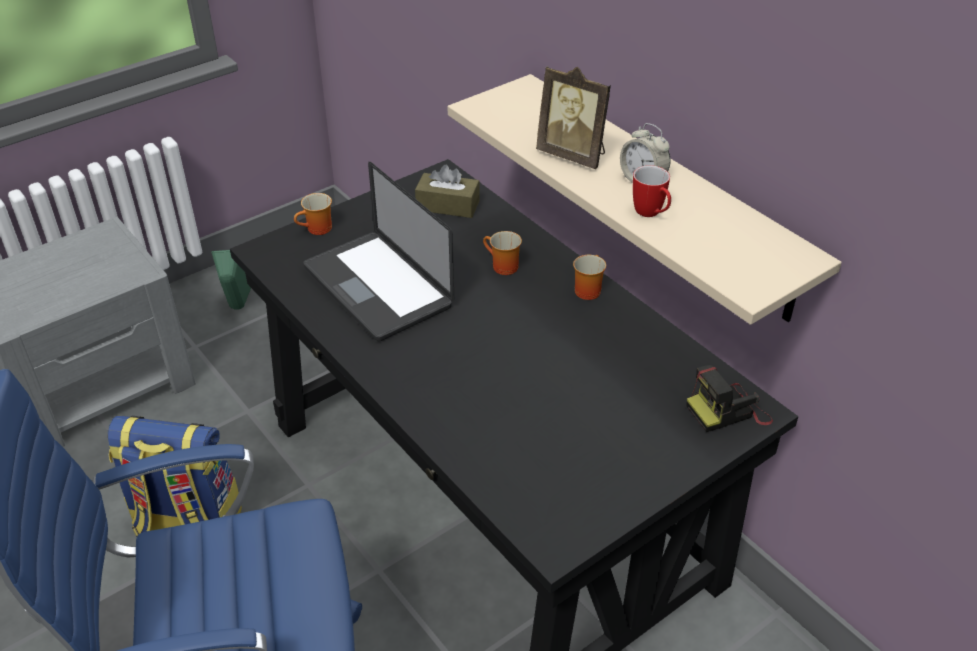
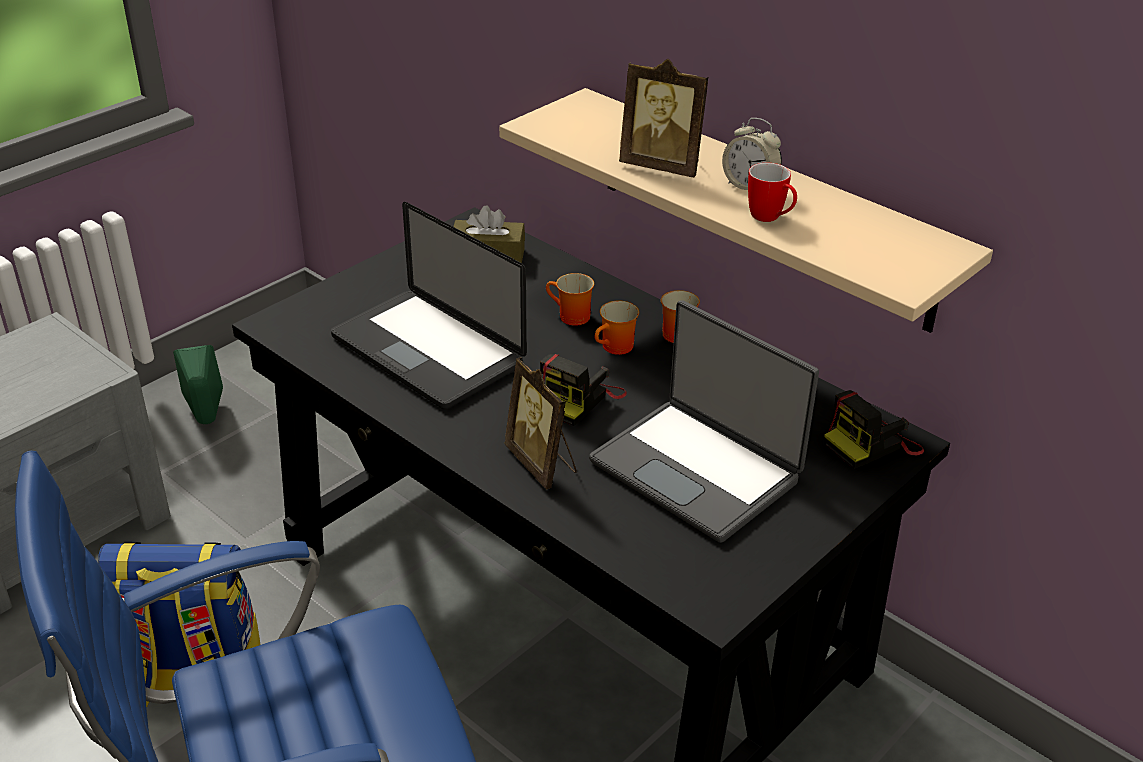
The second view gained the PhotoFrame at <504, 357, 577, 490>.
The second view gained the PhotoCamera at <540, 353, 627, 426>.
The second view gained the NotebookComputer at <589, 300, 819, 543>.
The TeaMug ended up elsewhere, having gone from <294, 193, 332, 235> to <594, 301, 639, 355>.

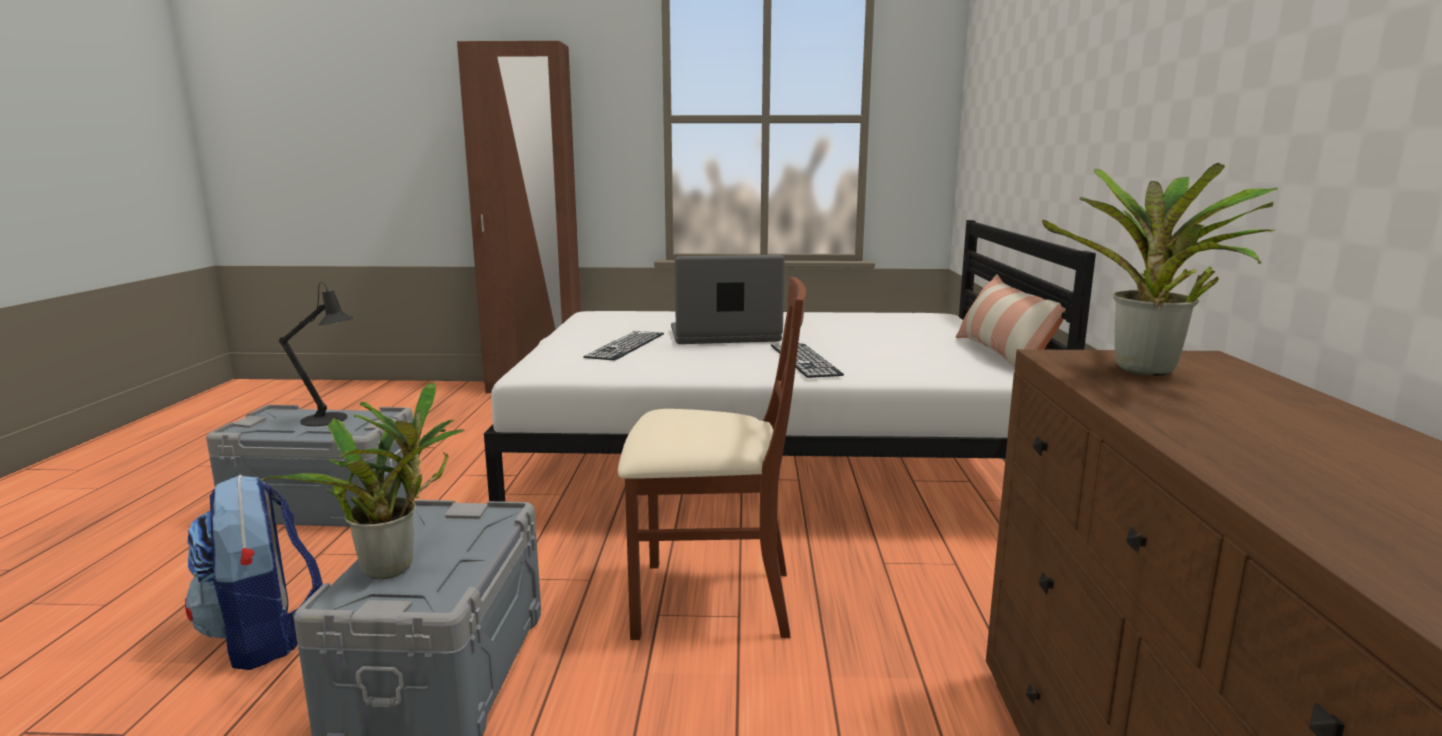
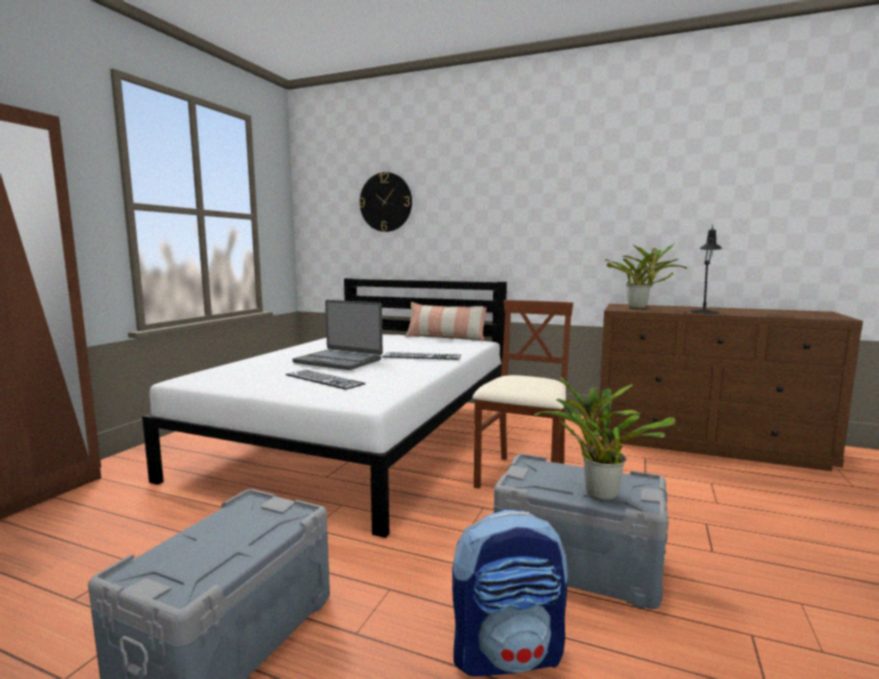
The NotebookComputer at <671, 255, 784, 344> ended up facing another way, 75 degrees counterclockwise from before.
The second view gained the HangingClock at <359, 172, 412, 232>.
The BlackishTableLamp ended up elsewhere, having gone from <279, 282, 354, 426> to <689, 224, 722, 314>.

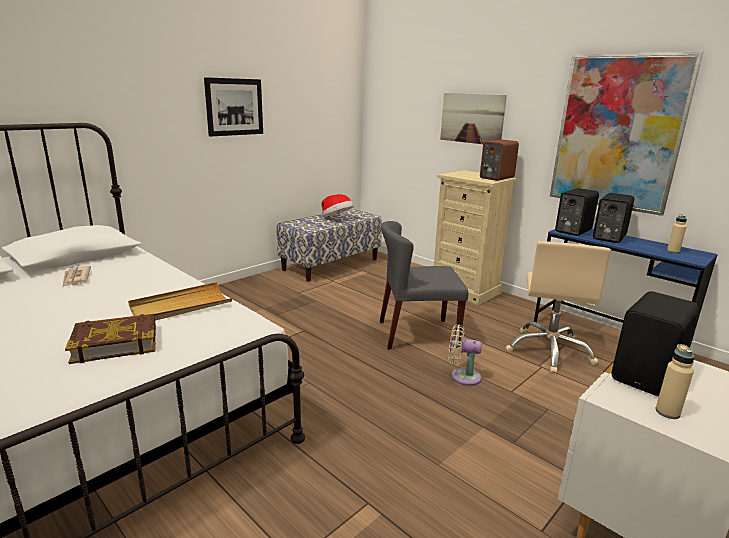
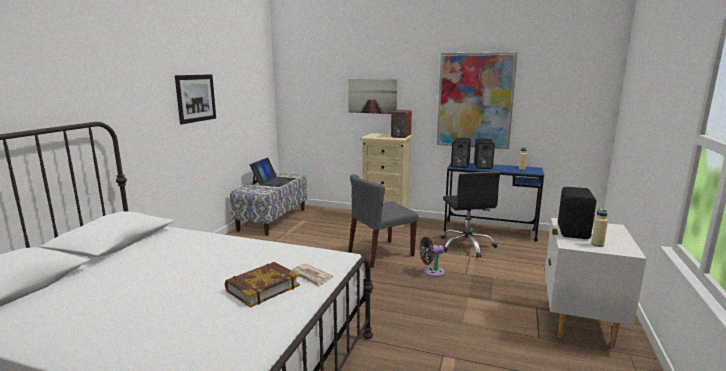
Where the WearableHat stood at <322, 194, 354, 217>, the NotebookComputer came to stand at <249, 158, 296, 187>.
The Newspaper ended up elsewhere, having gone from <62, 266, 91, 288> to <291, 263, 333, 287>.
What was the SandColouredElectricFan at <448, 324, 482, 386> turned into the BlackishElectricFan at <420, 237, 445, 277>.
What was the SandColouredDeskChair at <506, 241, 611, 373> turned into the BlackishDeskChair at <441, 171, 500, 258>.
The second view lost the SandColouredTray at <128, 282, 232, 321>.

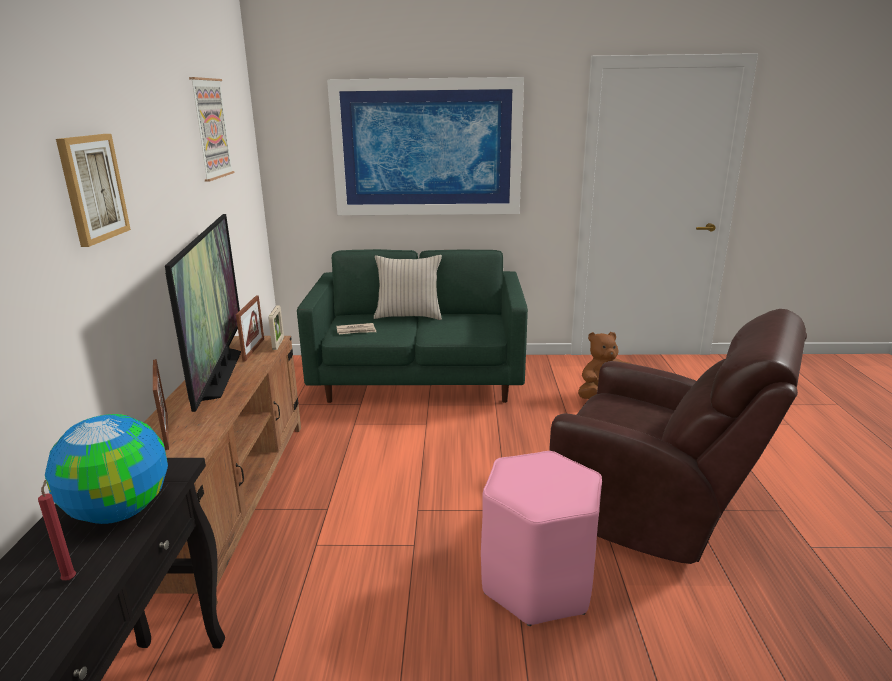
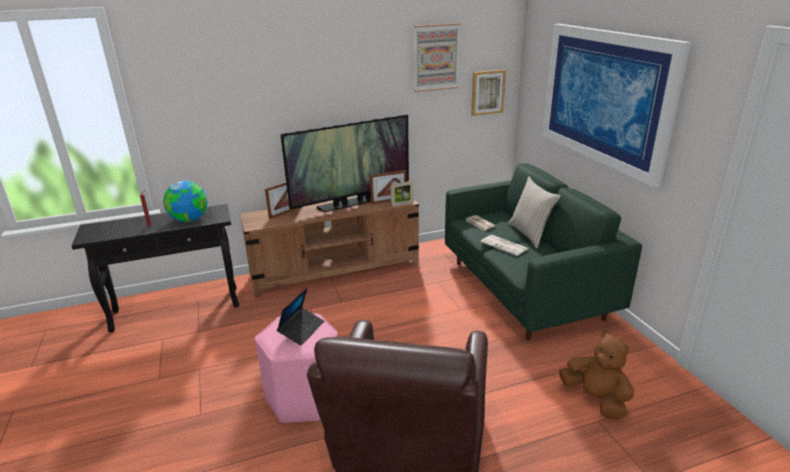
The second view gained the NotebookComputer at <277, 288, 324, 346>.
The WallArt ended up elsewhere, having gone from <56, 134, 131, 247> to <471, 69, 506, 116>.
The second view gained the Newspaper at <480, 235, 528, 256>.

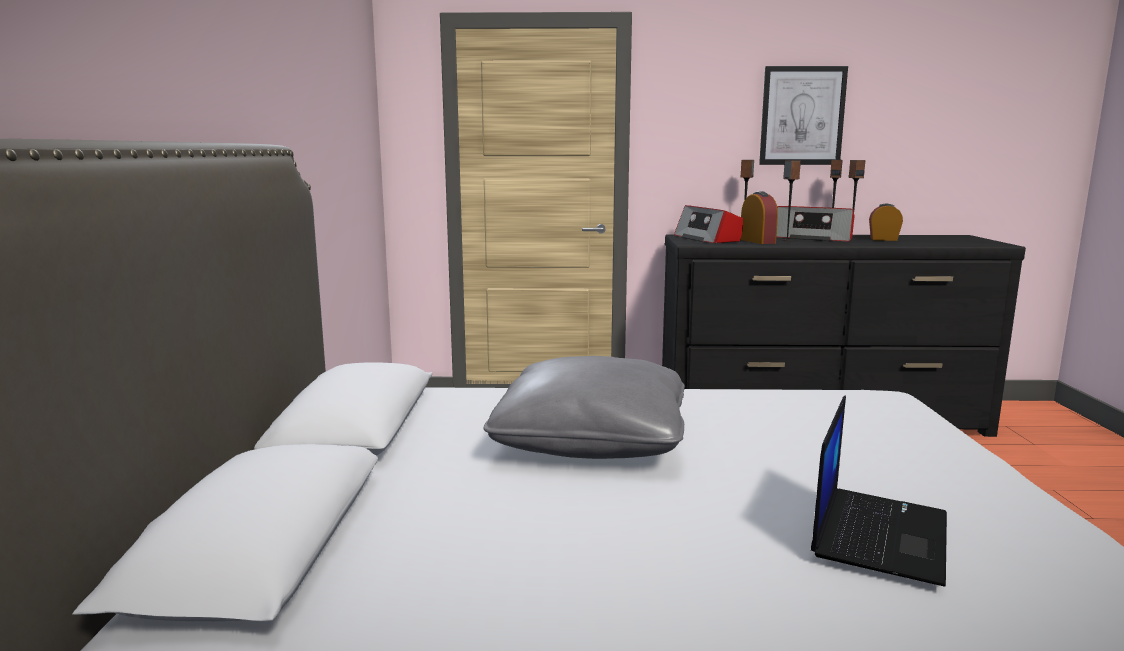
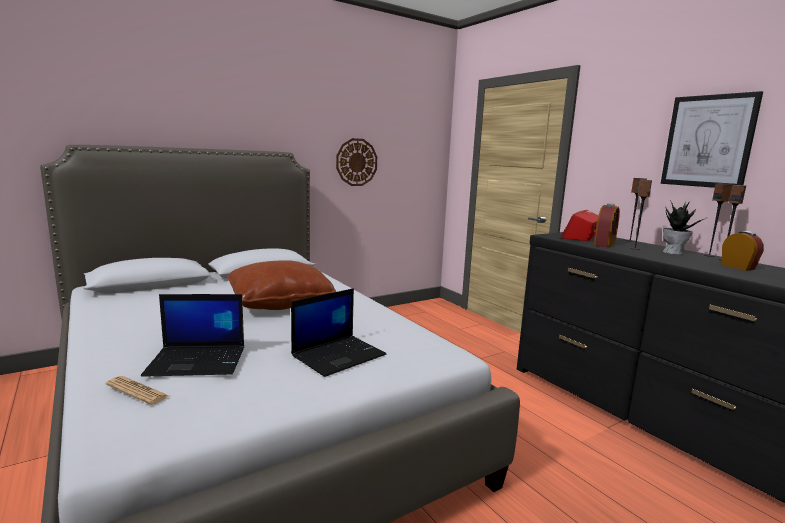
The second view gained the Newspaper at <106, 376, 169, 405>.
What was the GreyThrowPillow at <484, 356, 685, 459> turned into the BrownColouredThrowPillow at <227, 260, 336, 310>.
The second view gained the NotebookComputer at <291, 288, 386, 377>.
The second view gained the HangingClock at <336, 138, 377, 186>.
Where the Radio stood at <776, 206, 854, 242>, the PottedPlant came to stand at <662, 200, 706, 255>.

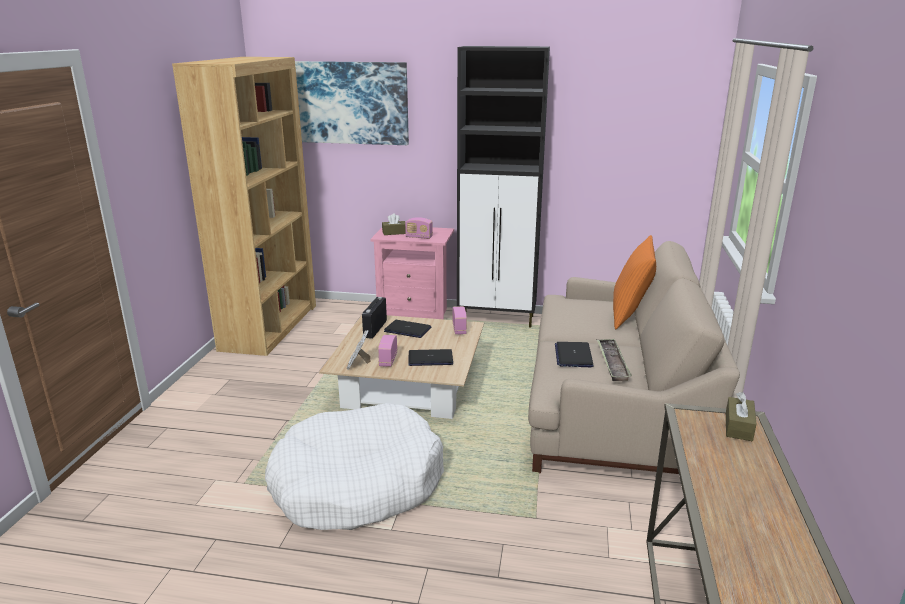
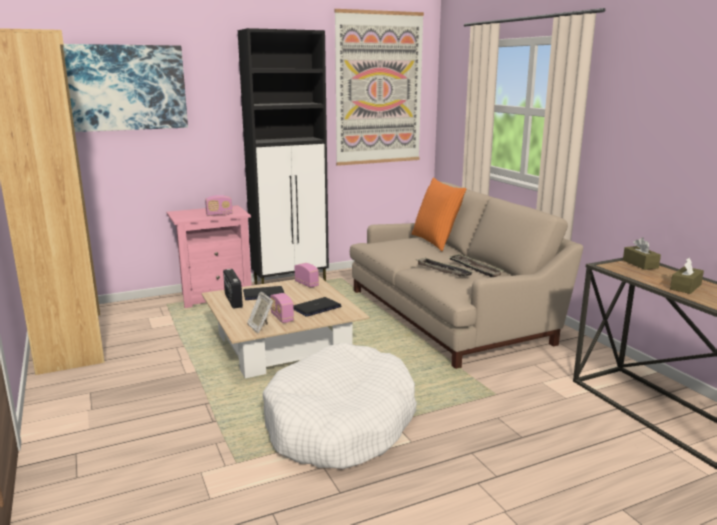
The second view gained the WallArt at <335, 9, 424, 166>.
Where the NotebookComputer stood at <555, 342, 594, 367>, the Tray came to stand at <418, 258, 473, 277>.
The BrownColouredTissueBox ended up elsewhere, having gone from <382, 213, 406, 235> to <670, 258, 704, 294>.

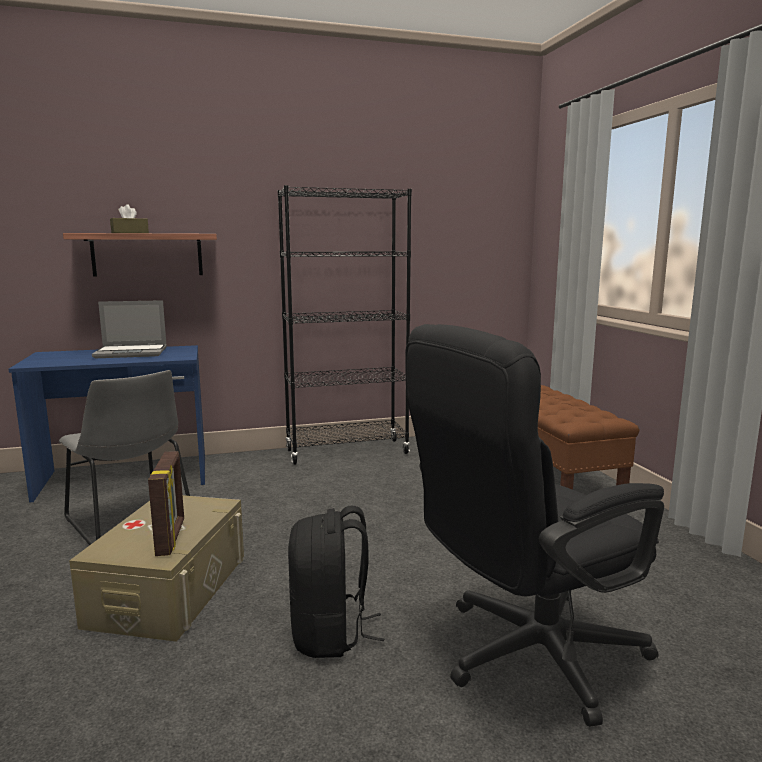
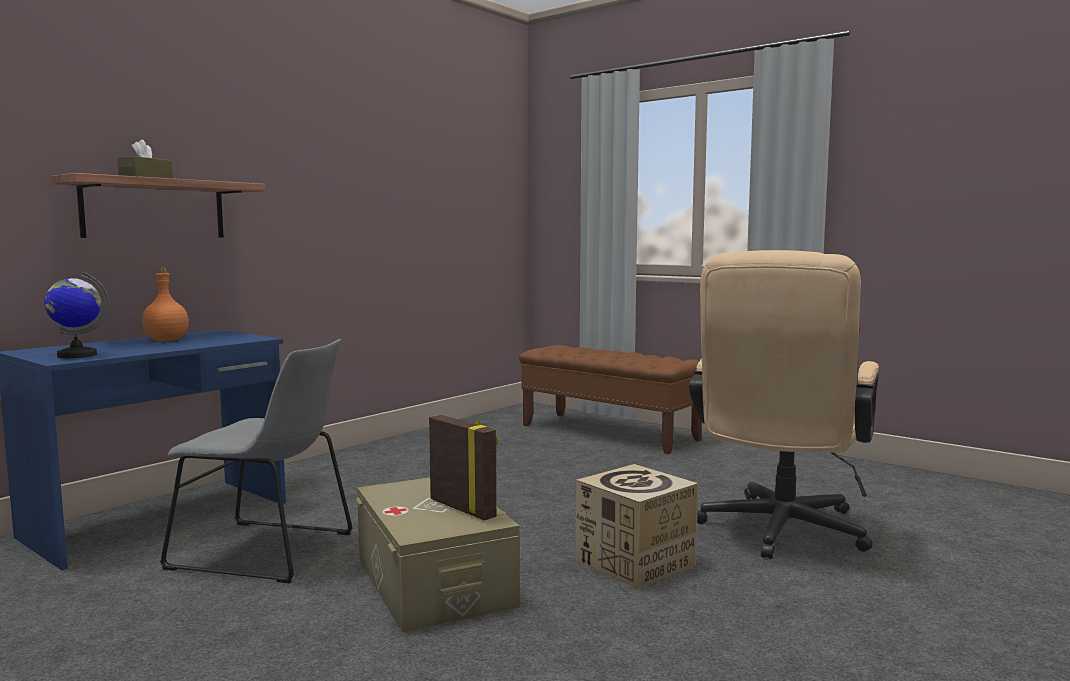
The second view gained the DeskGlobe at <44, 272, 109, 358>.
Where the NotebookComputer stood at <92, 300, 167, 358>, the OrangeyBottle came to stand at <142, 267, 189, 342>.
Where the BlackishRucksack stood at <288, 506, 384, 658>, the PackingBox came to stand at <576, 464, 698, 589>.
What was the BlackishDeskChair at <405, 324, 664, 727> turned into the SandColouredDeskChair at <689, 250, 879, 559>.
The second view lost the BlackishBookcase at <278, 185, 412, 465>.

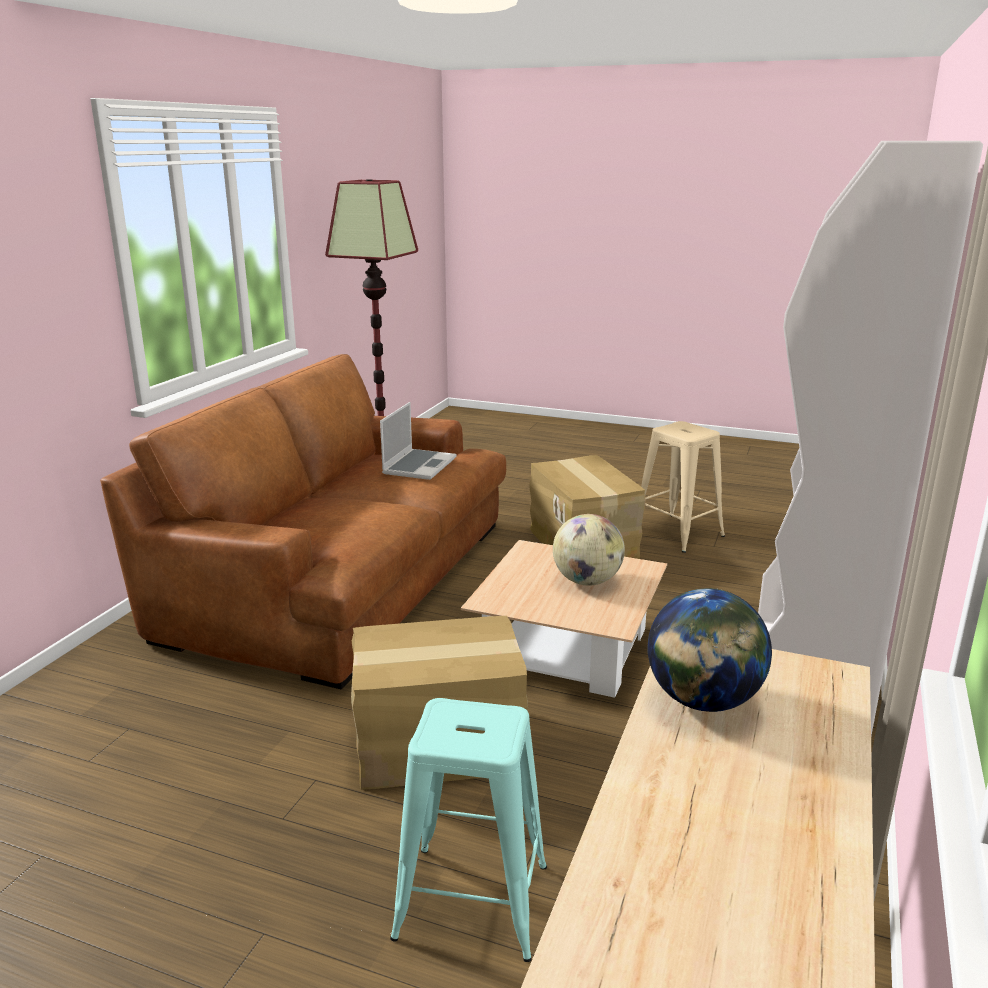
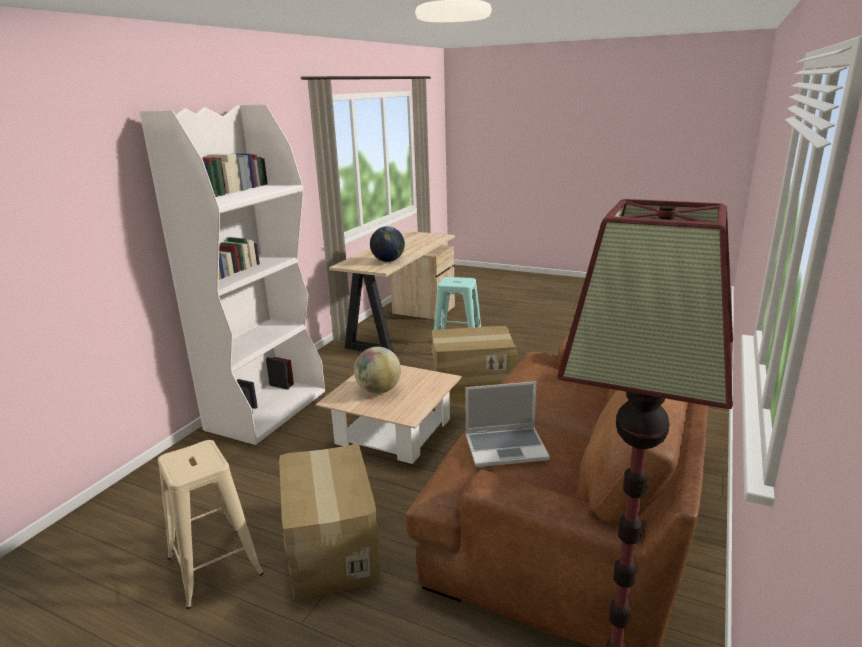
The NotebookComputer at <380, 402, 457, 480> ended up facing another way, 120 degrees counterclockwise from before.

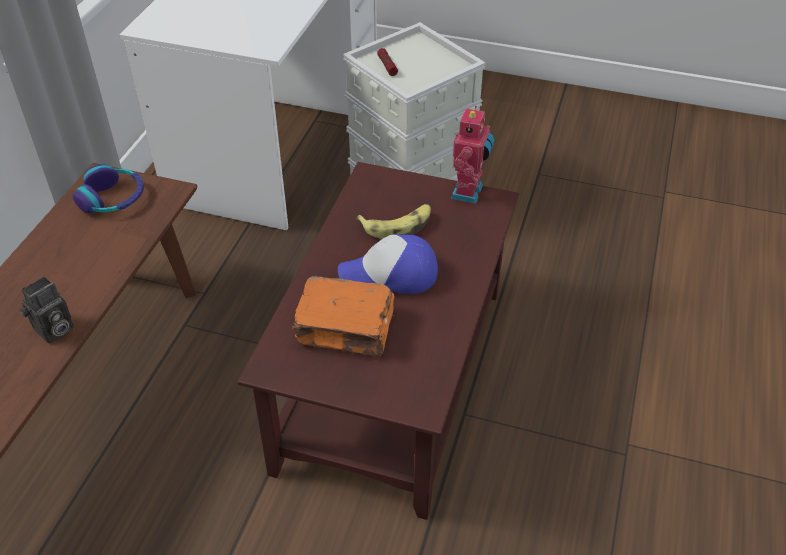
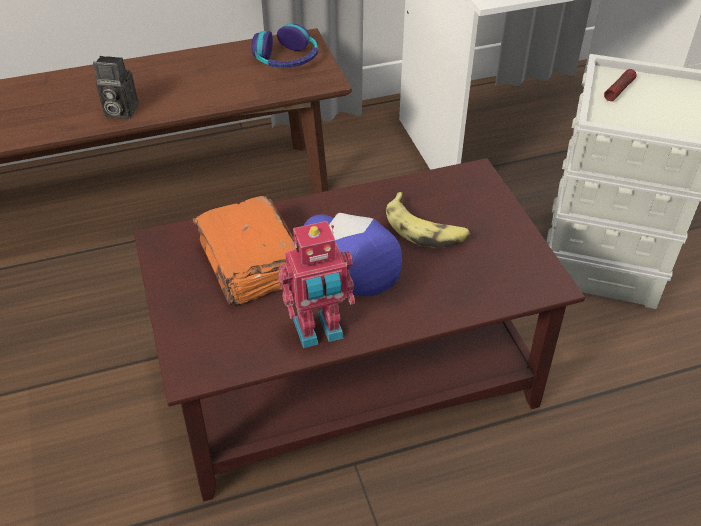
The ToyRobot ended up elsewhere, having gone from <451, 106, 494, 204> to <278, 221, 355, 348>.

